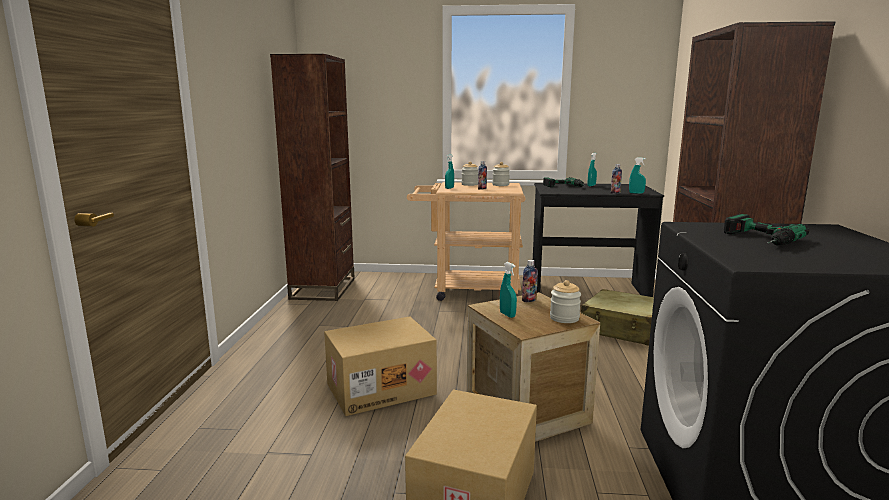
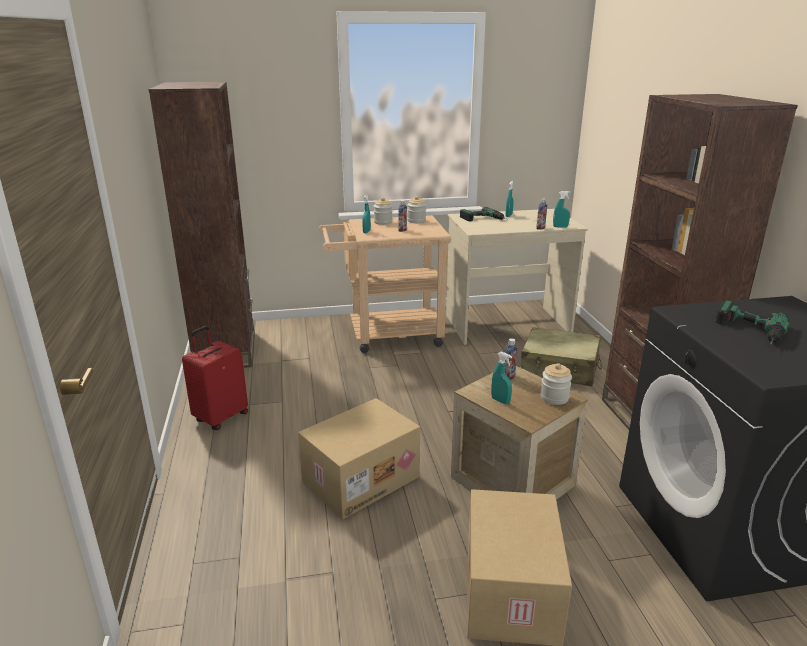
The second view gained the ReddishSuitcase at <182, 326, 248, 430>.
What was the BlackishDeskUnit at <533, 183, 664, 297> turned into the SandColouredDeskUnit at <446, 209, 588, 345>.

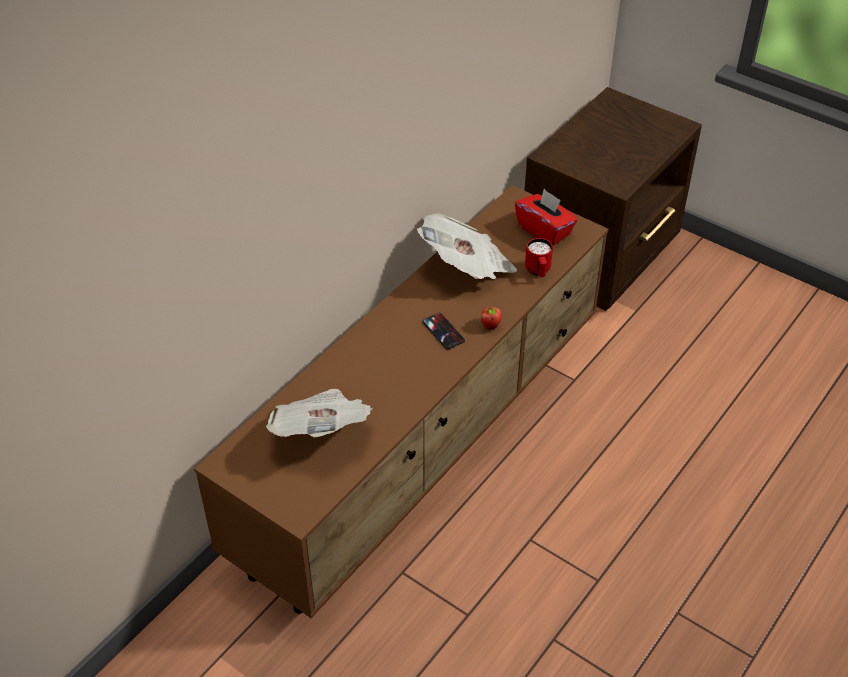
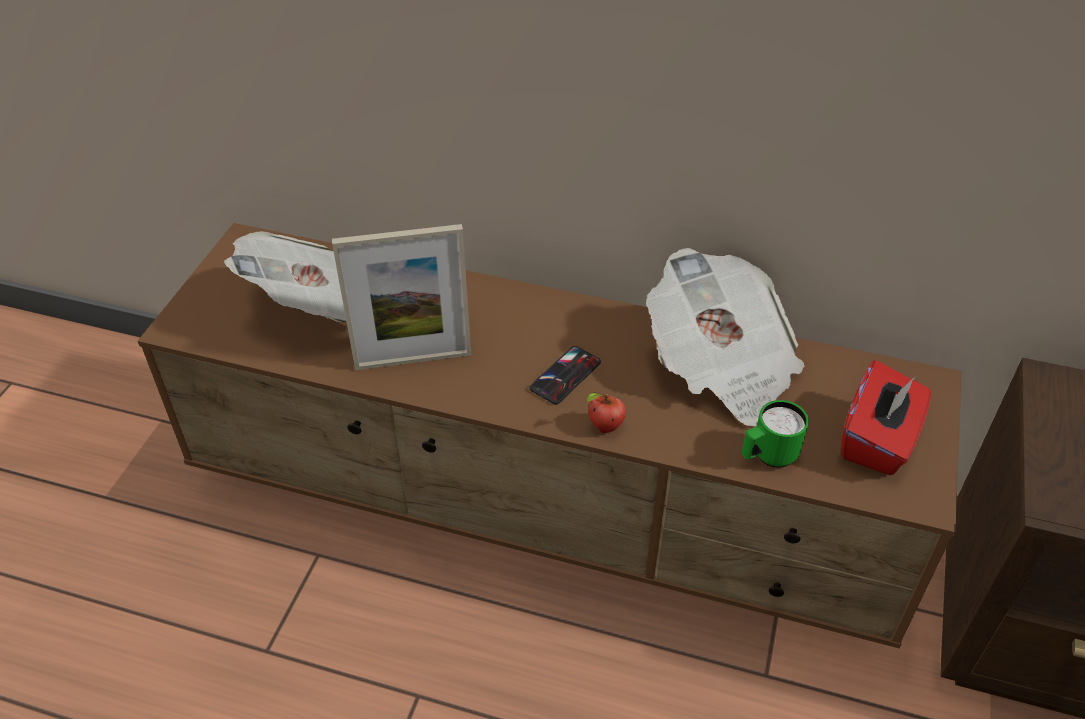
The second view gained the PhotoFrame at <332, 224, 471, 370>.
What was the ReddishTeaMug at <525, 238, 553, 277> turned into the GreenTeaMug at <742, 400, 809, 468>.

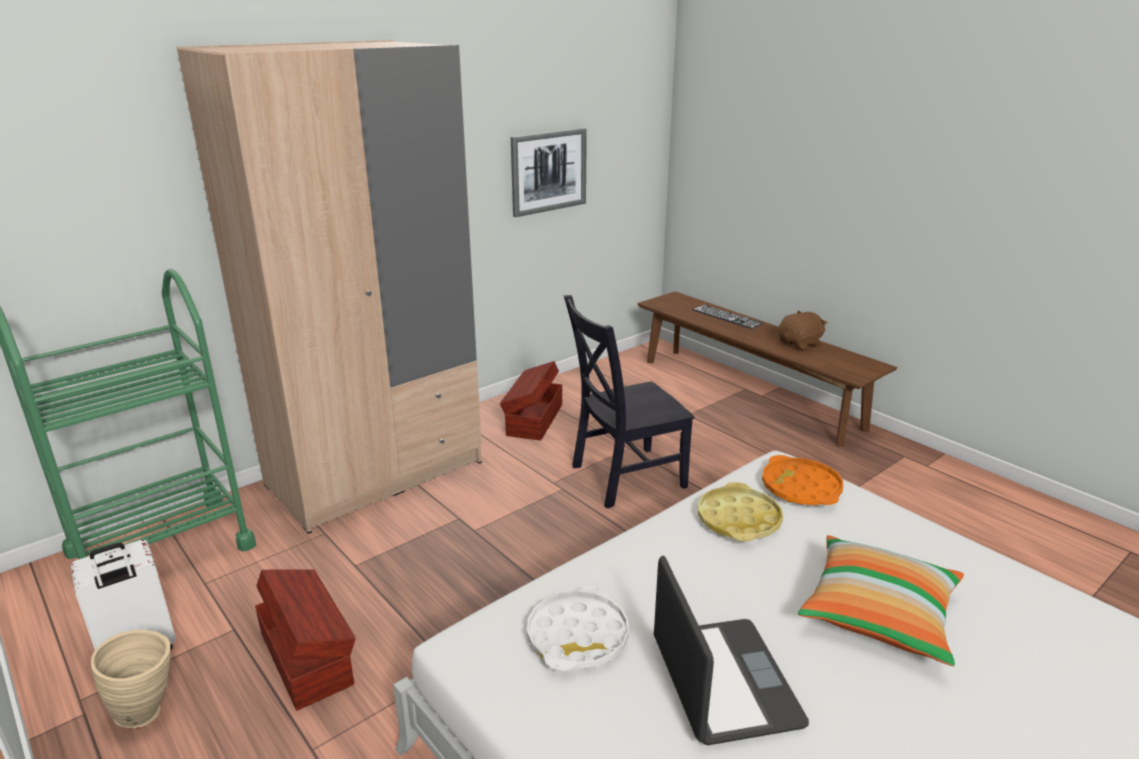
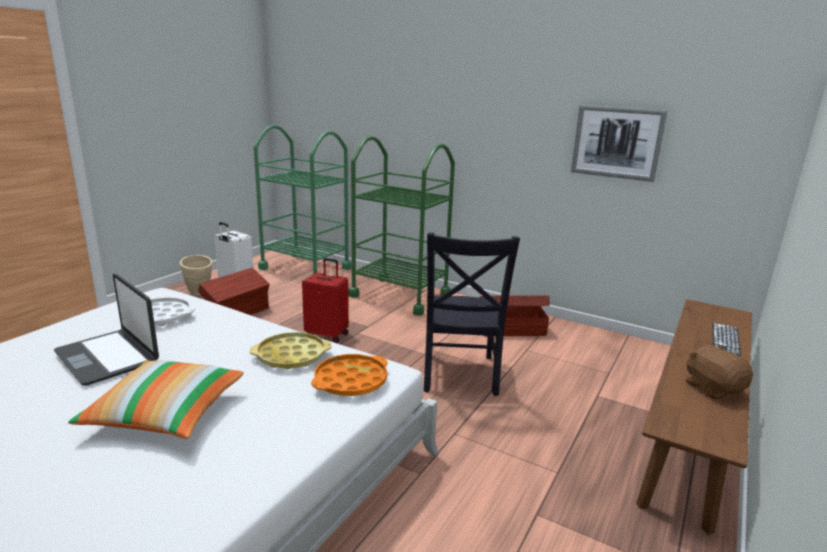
The NotebookComputer at <654, 556, 809, 745> ended up facing another way, 75 degrees clockwise from before.
The second view gained the ReddishSuitcase at <302, 258, 349, 343>.
Where the SandColouredWardrobe stood at <177, 40, 482, 534>, the GreenWheeledCart came to stand at <349, 136, 455, 316>.
The BlackishUprightChair at <563, 295, 694, 509> ended up facing another way, 135 degrees counterclockwise from before.
The BrownColouredPlushToy at <778, 311, 827, 351> ended up facing another way, 150 degrees counterclockwise from before.

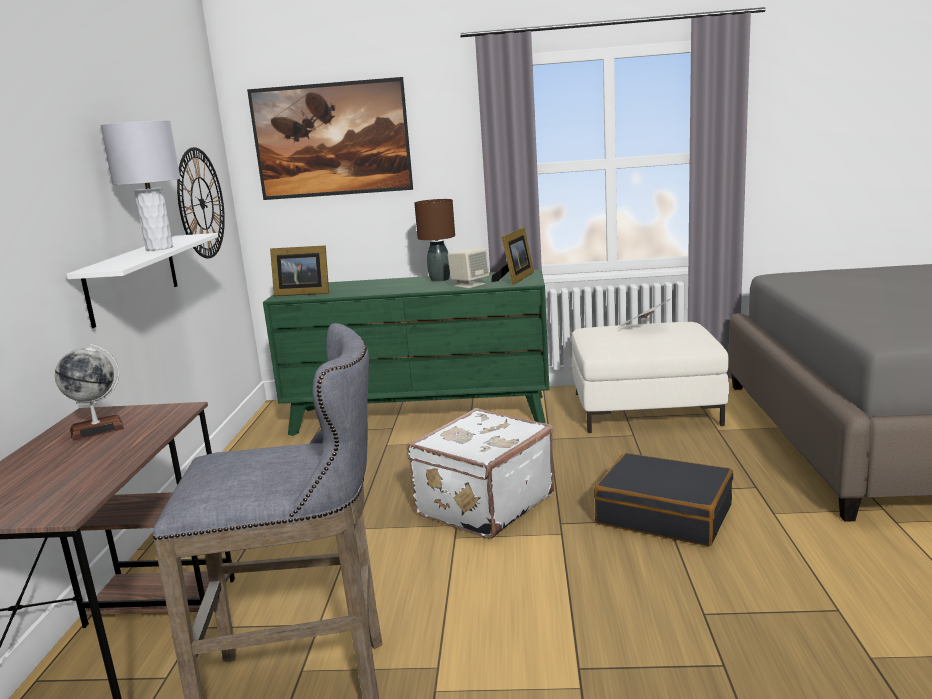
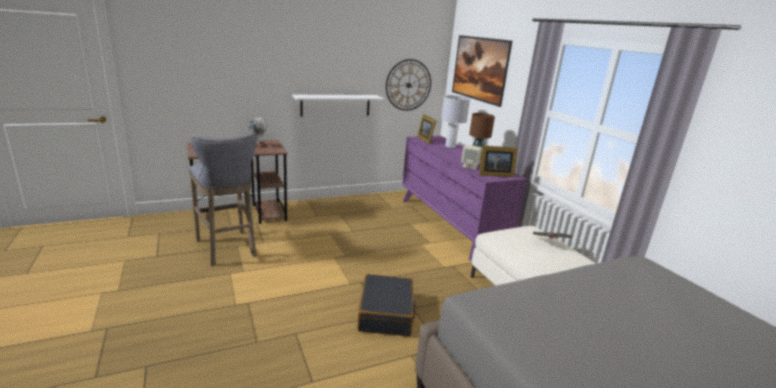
What was the GreenDrawerChest at <263, 269, 549, 436> turned into the PurpleColouredDrawerChest at <402, 136, 527, 261>.
The GreyTableLamp ended up elsewhere, having gone from <100, 120, 180, 251> to <441, 95, 470, 148>.
The second view lost the WhiteColouredSuitcase at <407, 408, 554, 539>.

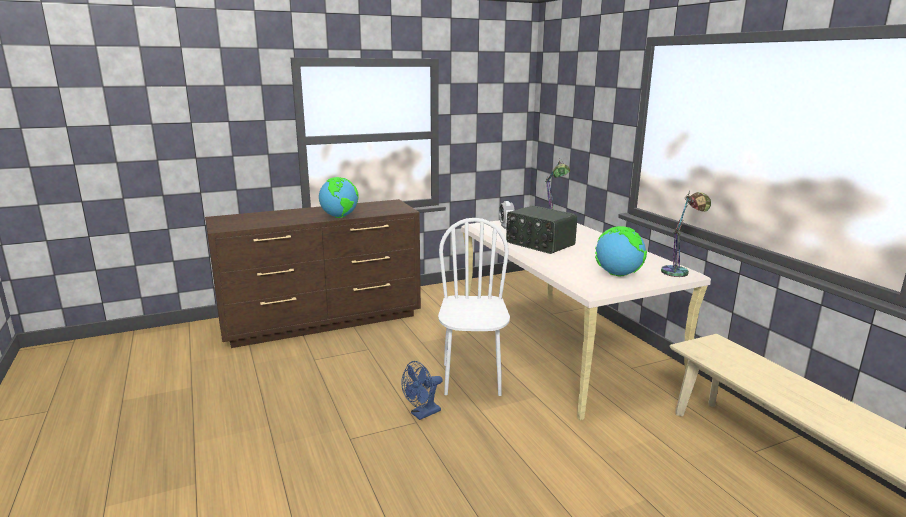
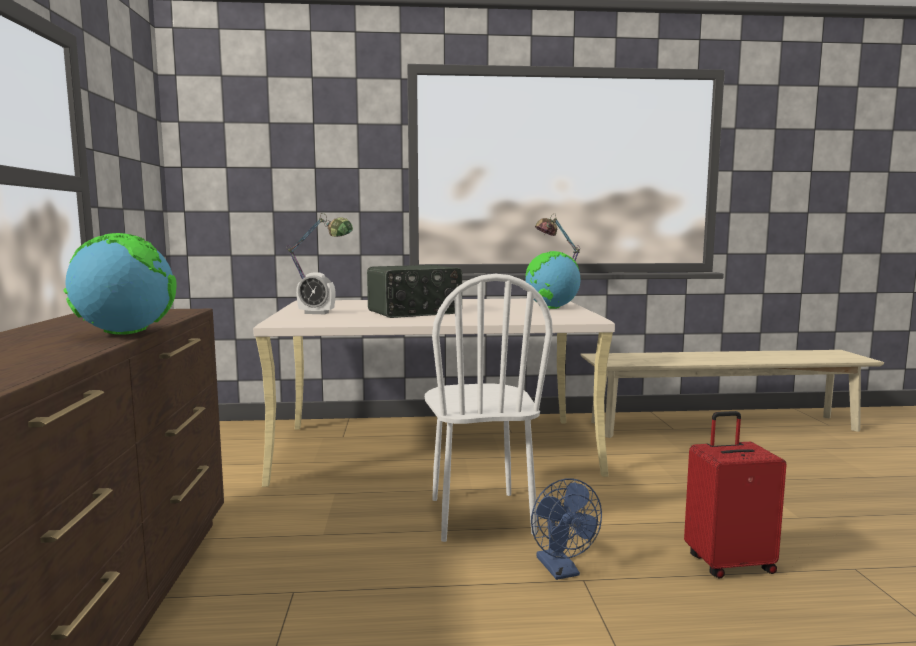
The WhiteColouredUprightChair at <438, 218, 510, 396> ended up facing another way, 120 degrees counterclockwise from before.
The second view gained the ReddishSuitcase at <684, 411, 787, 578>.

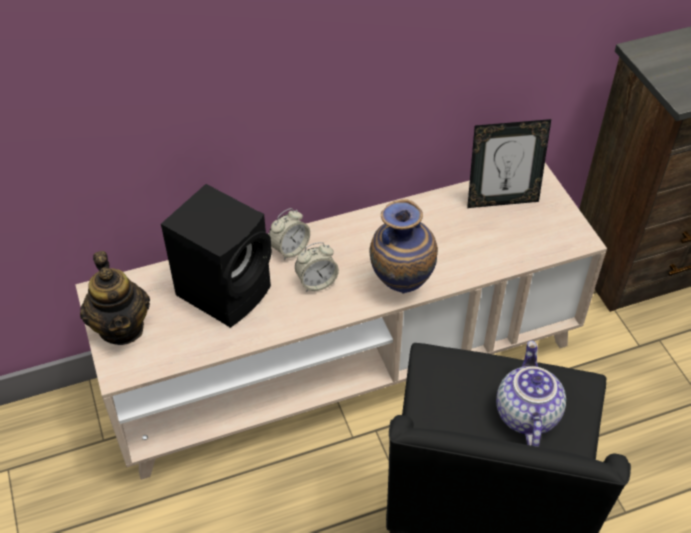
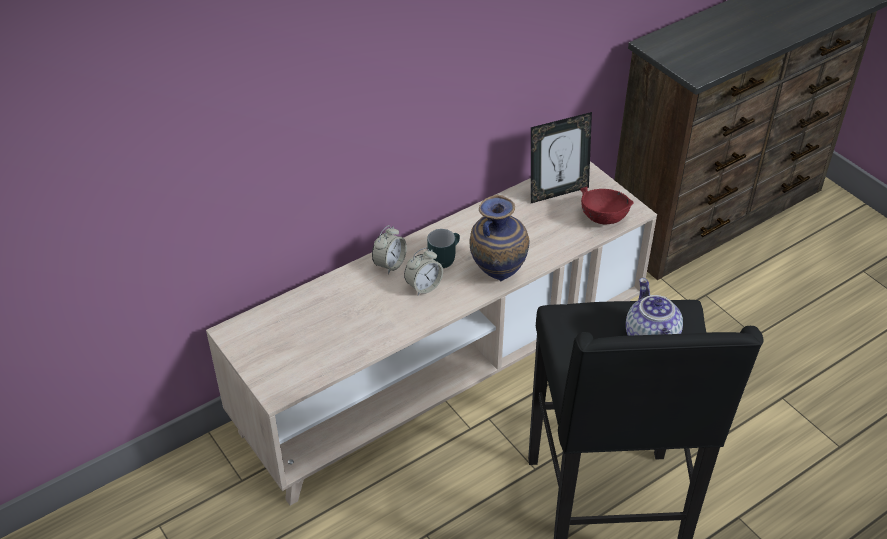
The second view gained the TurquoiseColouredTeaMug at <427, 229, 460, 268>.
The second view gained the ReddishServingBowl at <580, 187, 634, 224>.
The second view lost the Teapot at <80, 251, 150, 345>.
The second view lost the BlackishSpeaker at <161, 184, 272, 328>.

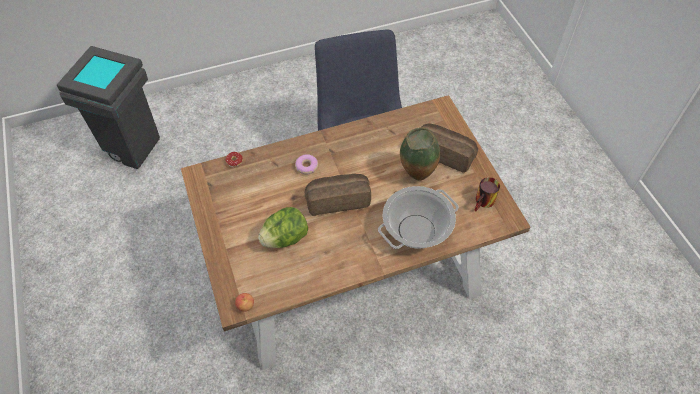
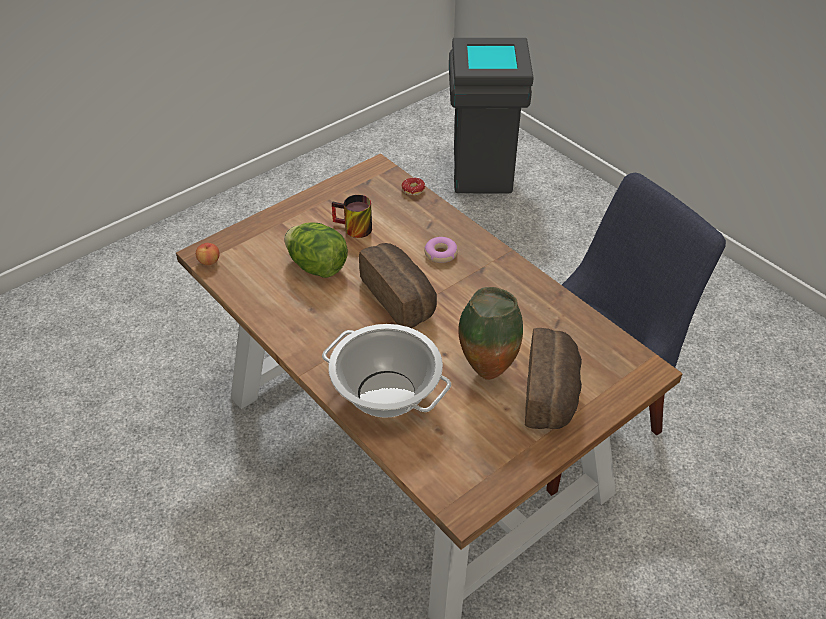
The TeaMug ended up elsewhere, having gone from <474, 177, 500, 211> to <332, 195, 372, 238>.

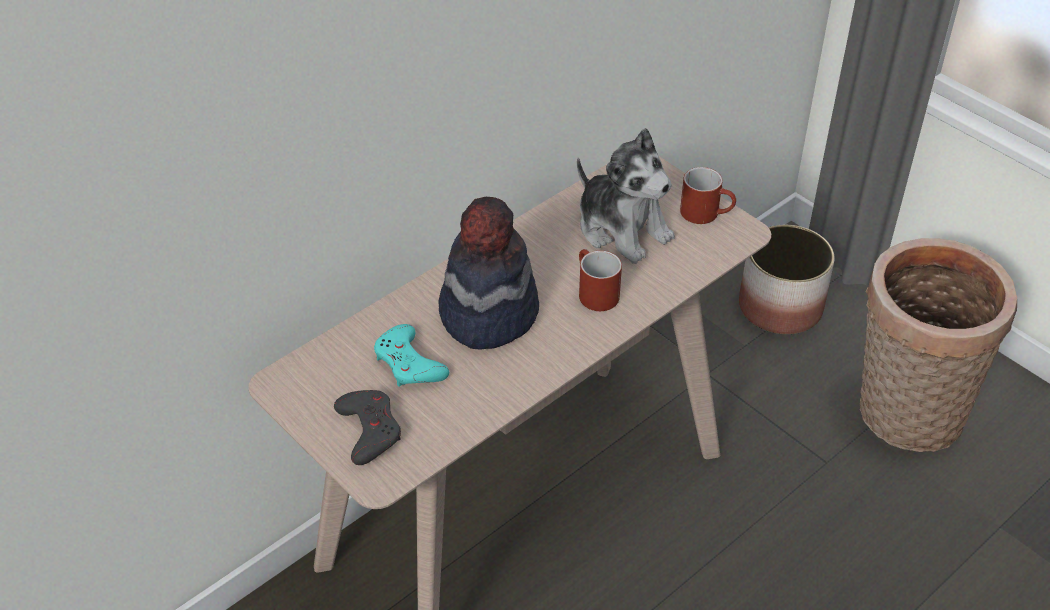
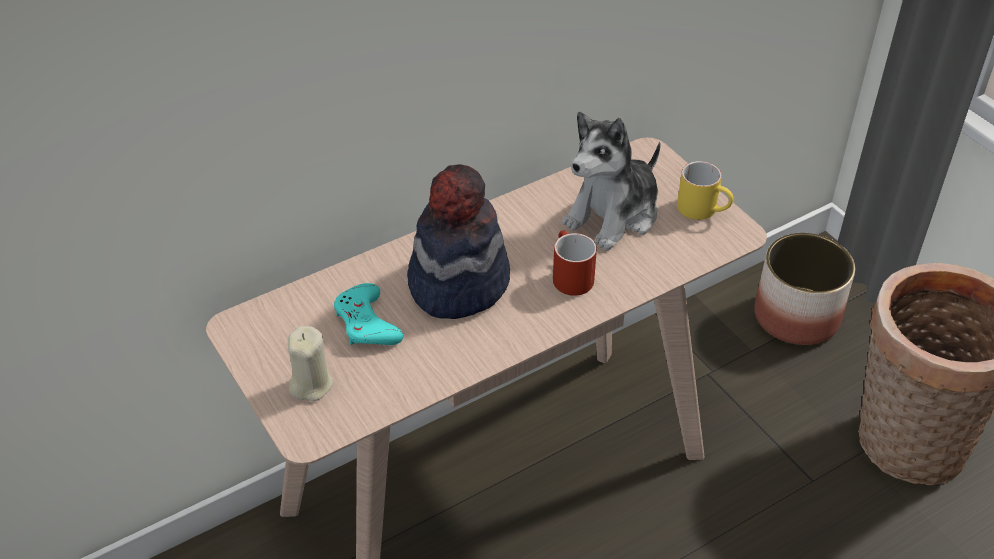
Where the GreyGamepad stood at <334, 390, 401, 465>, the SandColouredWaxLight came to stand at <288, 326, 333, 401>.
The PlushToy at <577, 128, 675, 264> ended up facing another way, 75 degrees clockwise from before.
What was the ReddishTeaMug at <680, 167, 736, 224> turned into the YellowTeaMug at <677, 161, 734, 220>.

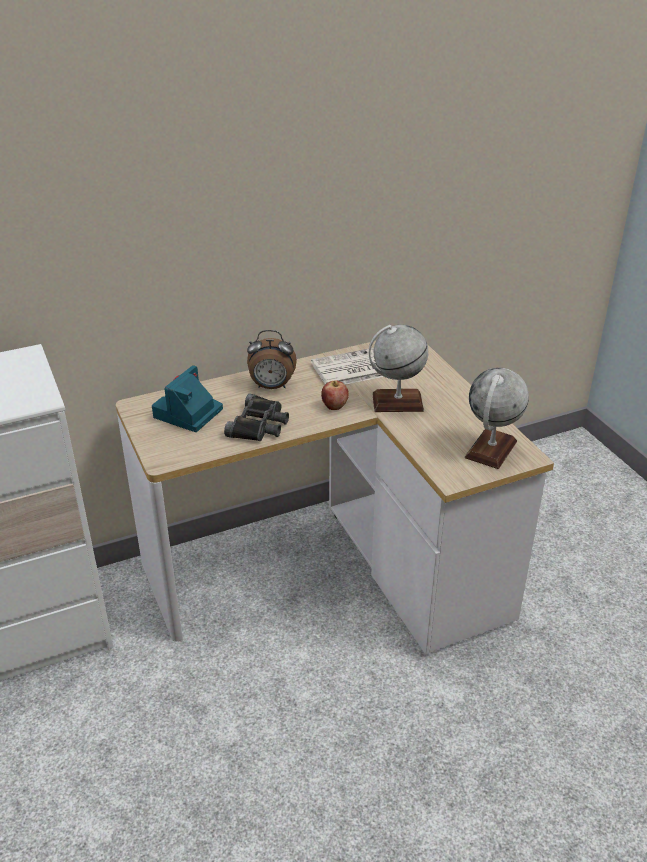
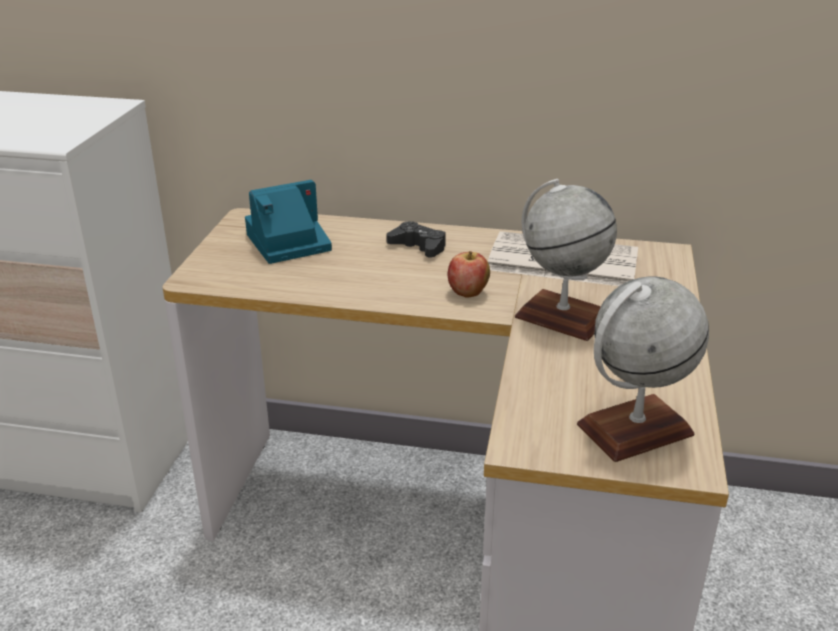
Where the BedsideClock stood at <247, 330, 297, 389>, the BlackishGamepad came to stand at <386, 221, 446, 257>.
The second view lost the BlackishPairOfBinoculars at <224, 394, 289, 441>.

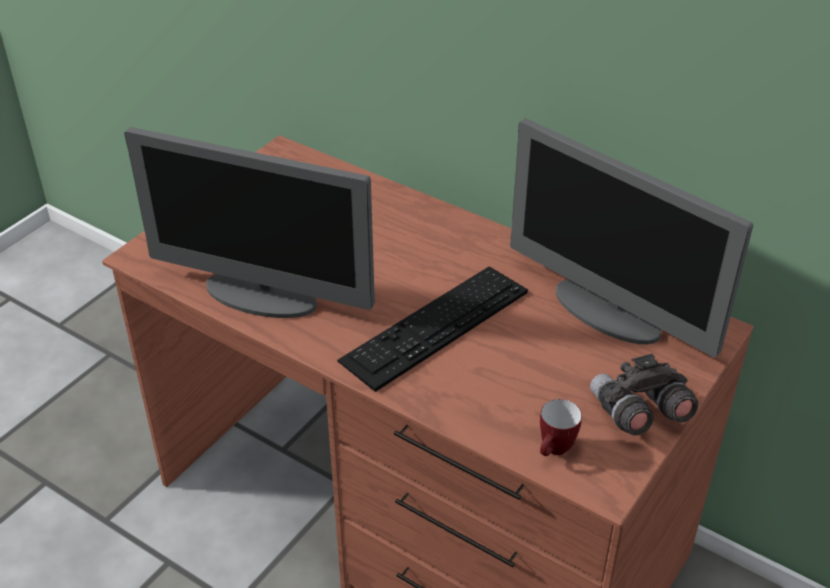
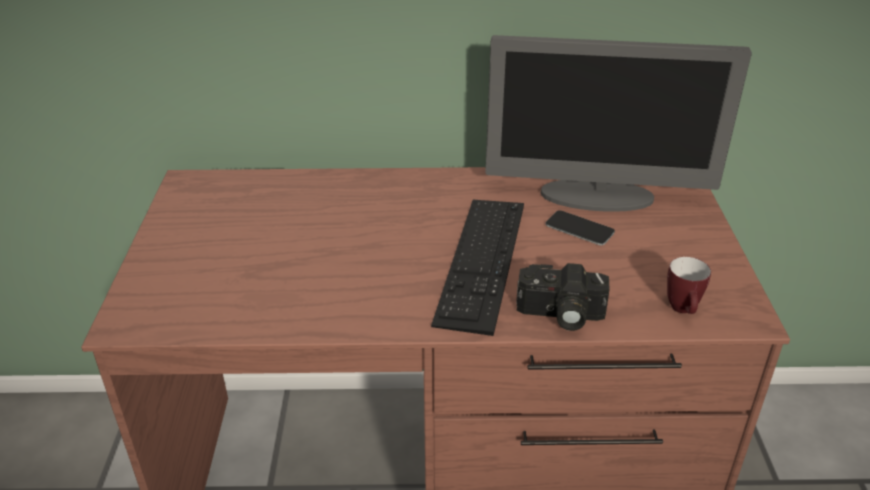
The second view gained the PhotoCamera at <516, 263, 610, 331>.
The second view gained the Phone at <546, 210, 615, 245>.
The second view lost the ComputerDisplay at <124, 127, 375, 318>.
The second view lost the GreyPairOfBinoculars at <590, 354, 698, 435>.

